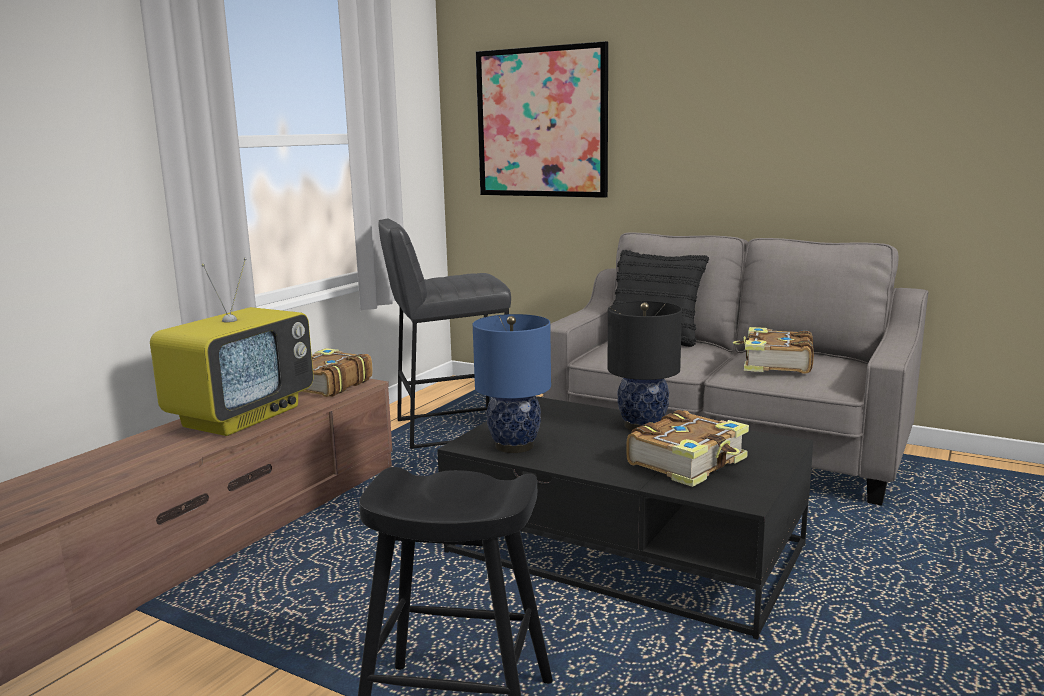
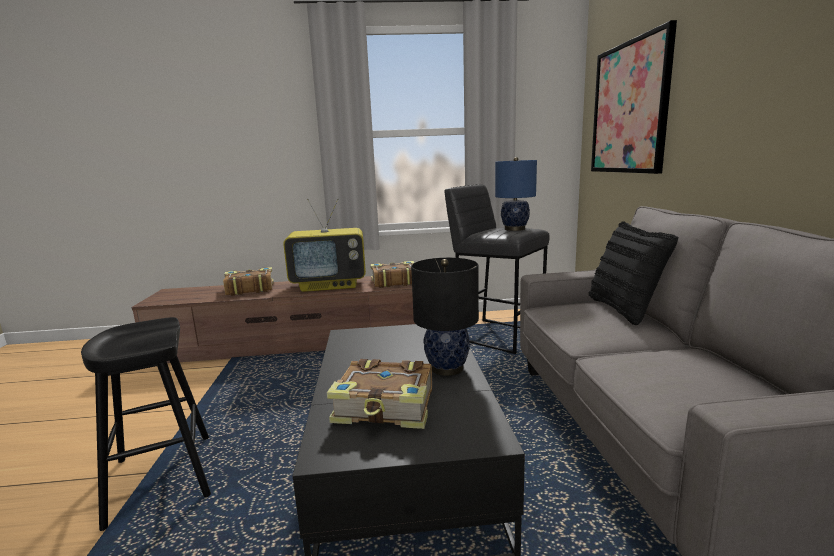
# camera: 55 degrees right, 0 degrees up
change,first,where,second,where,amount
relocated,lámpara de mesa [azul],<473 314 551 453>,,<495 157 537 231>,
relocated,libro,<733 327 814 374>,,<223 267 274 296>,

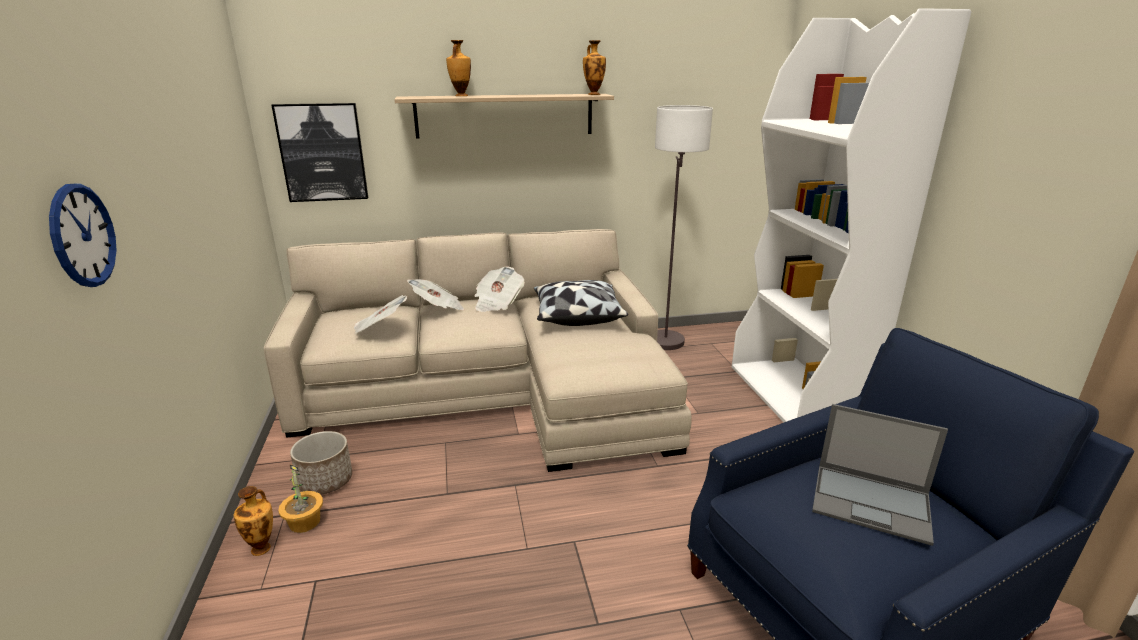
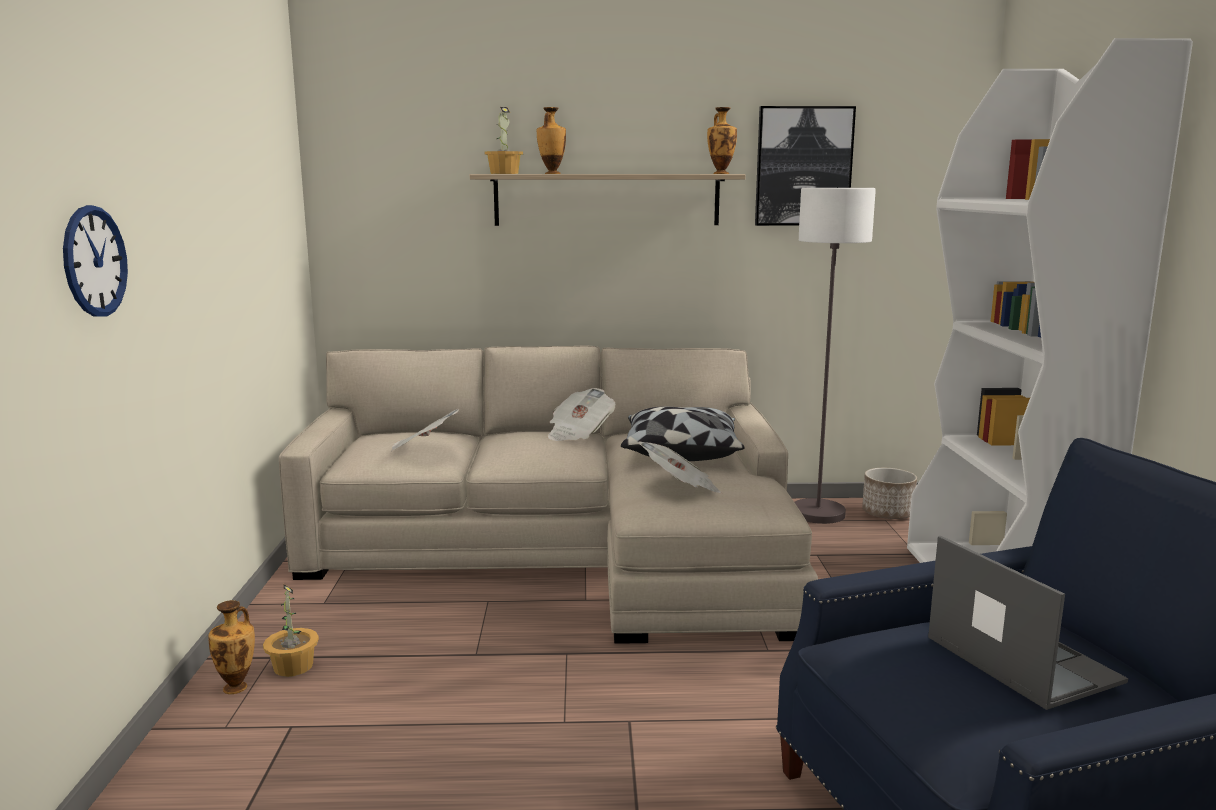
# camera: 10 degrees right, 10 degrees down
change,first,where,second,where,amount
relocated,cuadro,<272 103 368 202>,,<755 106 856 226>,
relocated,maceta,<290 431 352 495>,,<862 468 917 519>,
relocated,periódico,<407 279 464 310>,,<639 442 721 493>,
spun,portátil,<812 404 948 546>,,<928 536 1128 710>,150 degrees counterclockwise
appeared,,,planta en maceta,<484 107 523 174>,

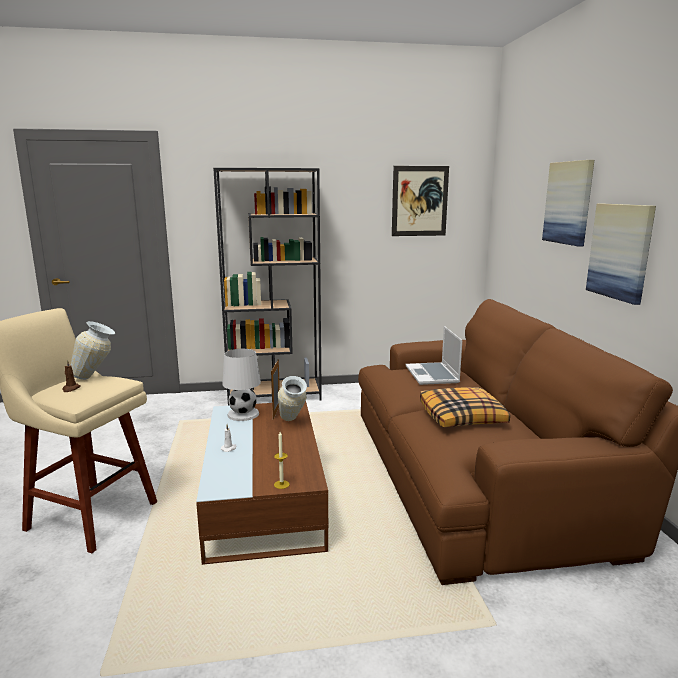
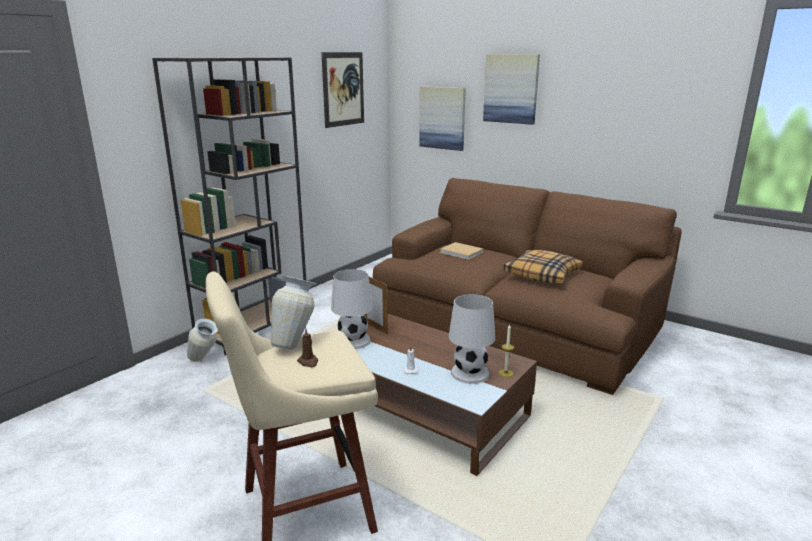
# camera: 45 degrees left, 5 degrees up
change,first,where,second,where,amount
relocated,florero,<278 376 307 421>,,<187 319 218 362>,
exchanged,portátil,<406 326 462 385>,libro [beis],<440 242 483 260>,
relocated,cuadro,<586 203 656 305>,,<419 86 466 151>,
appeared,,,lámpara de mesa [blanco],<449 294 495 384>,

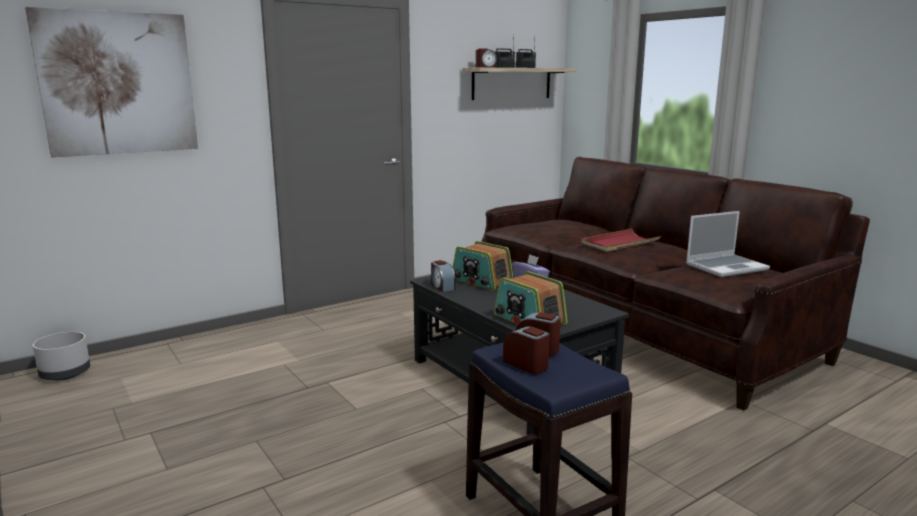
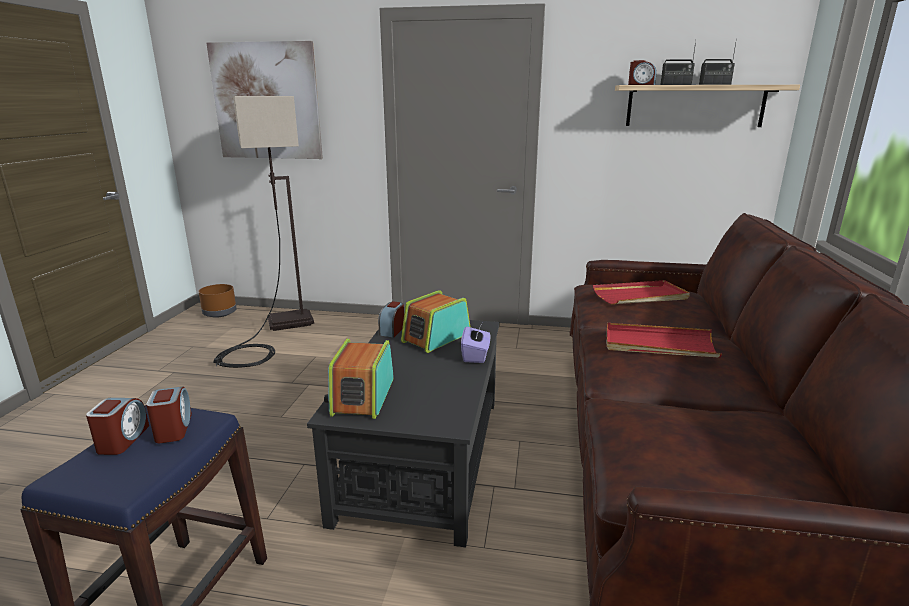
# camera: 45 degrees right, 5 degrees up
change,first,where,second,where,amount
colour,maceta [gris],<33 332 90 380>,maceta [marrón],<198 284 237 318>,
spun,radio,<453 241 514 290>,,<401 290 470 353>,45 degrees clockwise
missing,portátil,<686 211 770 277>,,,
appeared,,,lámpara de pie,<214 96 314 368>,
appeared,,,bandeja [rojo],<593 280 690 304>,

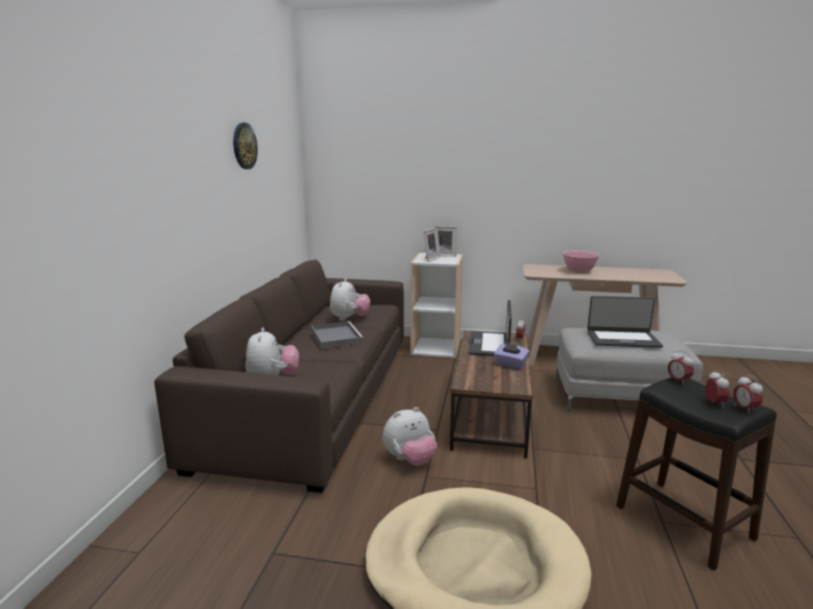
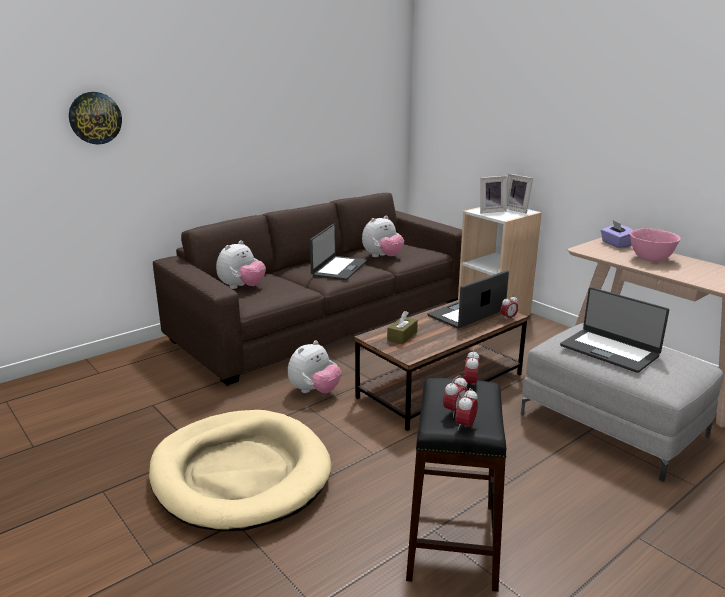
# camera: 40 degrees right, 5 degrees up
change,first,where,second,where,amount
relocated,reloj de pared,<233 123 258 169>,,<69 92 122 145>,
exchanged,bandeja [gris],<311 321 364 349>,portátil,<310 224 367 280>,
spun,peluche,<383 407 437 466>,,<288 341 342 393>,60 degrees counterclockwise
relocated,caja de pañuelos [morado],<494 343 529 370>,,<601 221 634 248>,
appeared,,,caja de pañuelos [marrón],<387 311 418 345>,

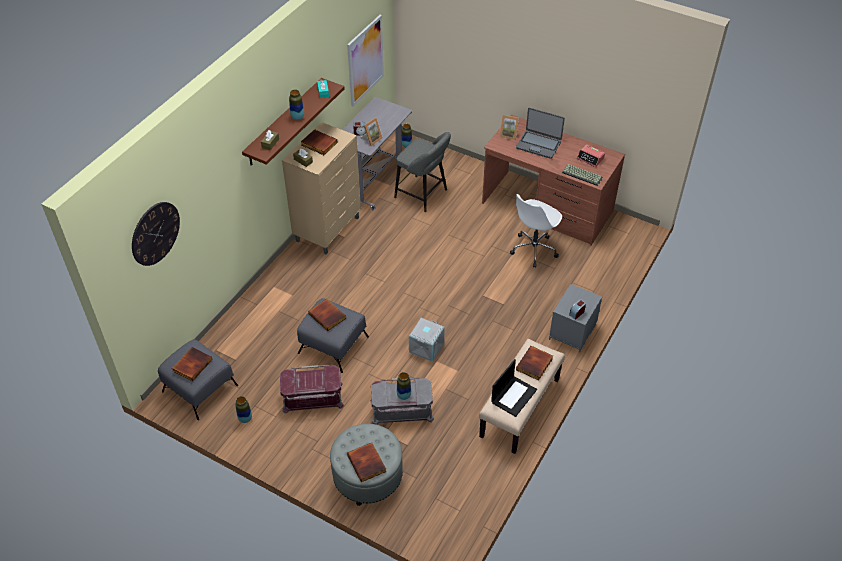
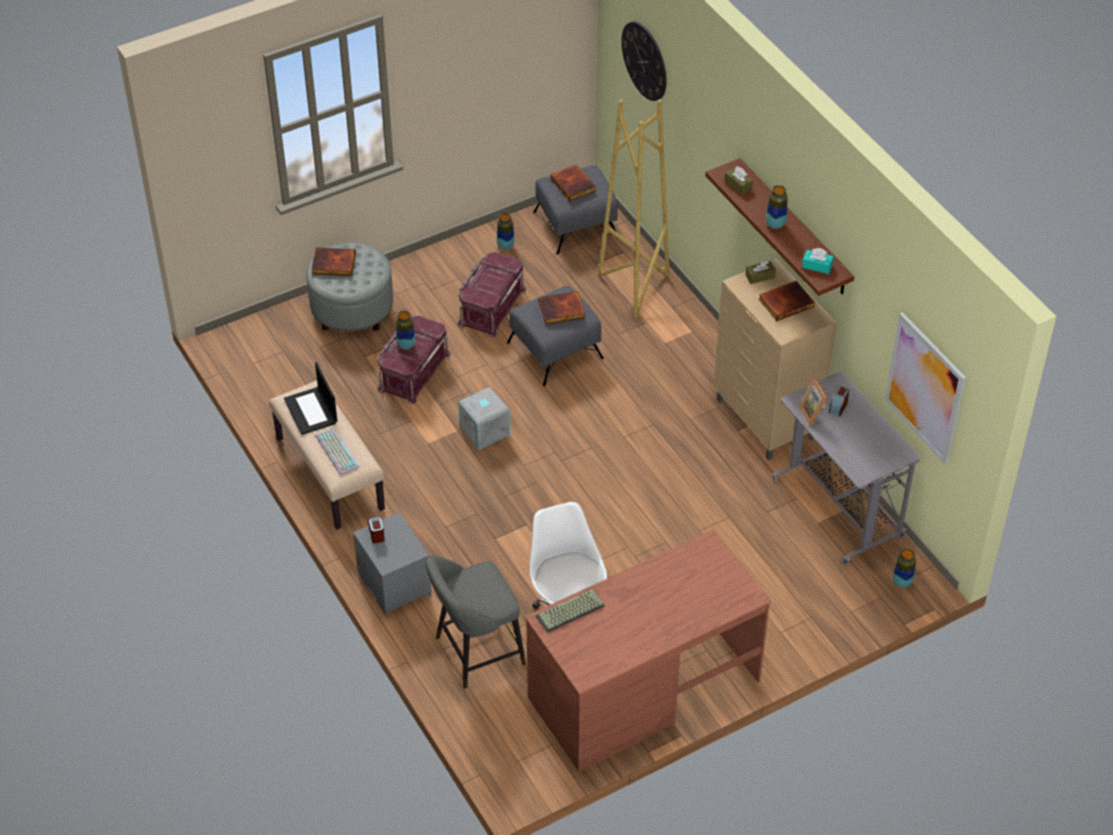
# camera: 120 degrees right, 0 degrees up
change,first,where,second,where,amount
colour,caja de almacenaje [gris],<370 377 434 425>,caja de almacenaje [rojo],<377 315 451 404>,
relocated,taburete [gris],<394 132 451 212>,,<425 556 526 688>,
missing,portarretratos,<500 115 519 140>,,,
missing,portátil,<516 108 565 159>,,,
exchanged,libro,<516 346 553 381>,teclado,<315 427 359 475>,
missing,despertador,<577 145 605 167>,,,
appeared,,,perchero [amarillo],<598 99 670 318>,

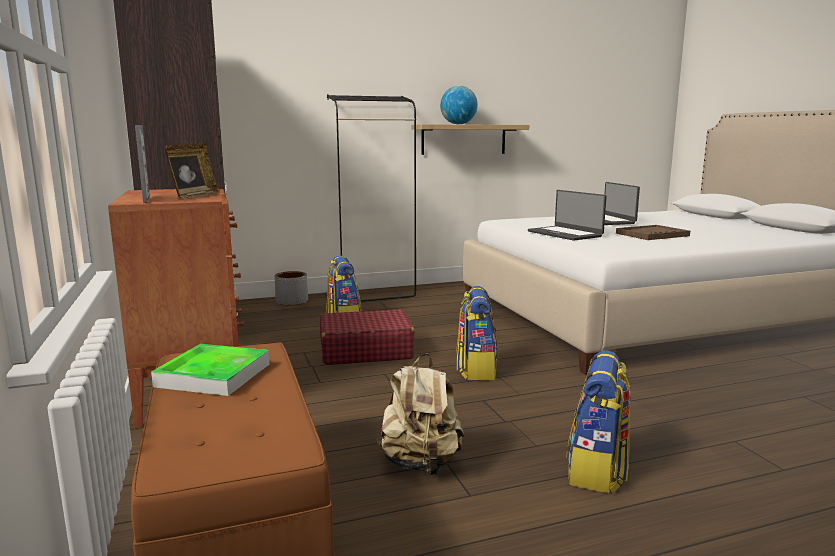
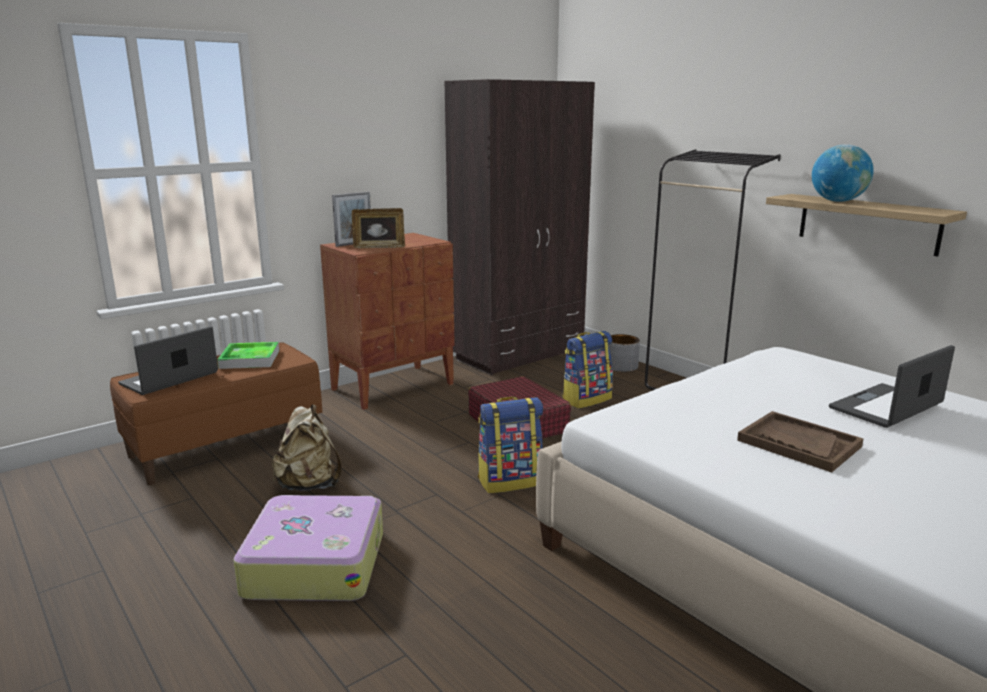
# camera: 70 degrees right, 5 degrees up
change,first,where,second,where,amount
relocated,portátil,<528 190 607 241>,,<118 326 218 395>,
exchanged,mochila,<566 351 631 493>,maleta,<233 495 383 601>,

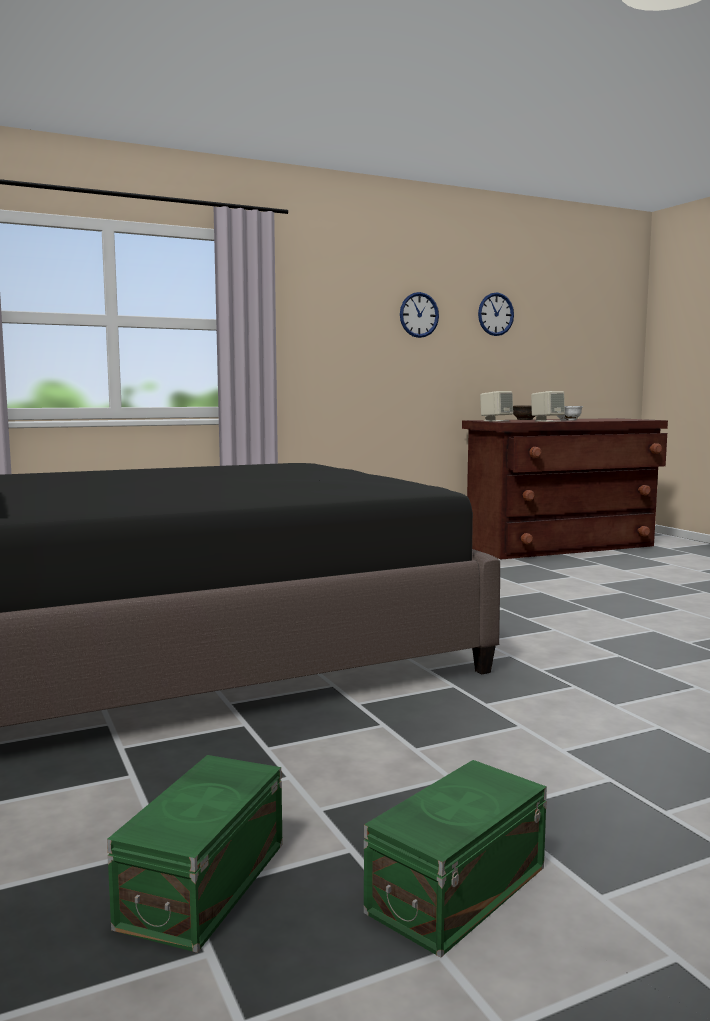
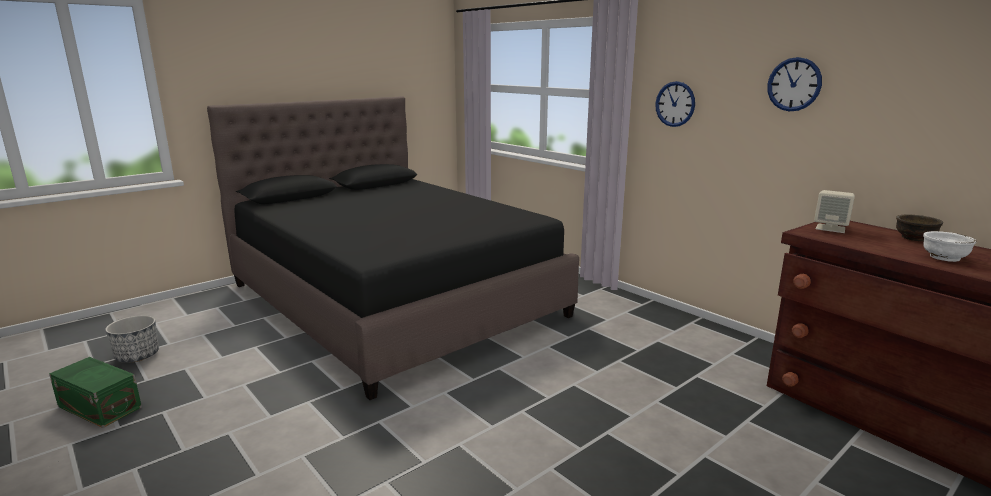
# camera: 75 degrees right, 10 degrees up
change,first,where,second,where,amount
exchanged,caja de almacenaje [verde],<107 755 282 953>,maceta,<105 315 159 363>,
relocated,reloj de pared,<478 292 514 336>,,<655 81 695 127>,
missing,altavoz [beis],<531 391 565 422>,,,

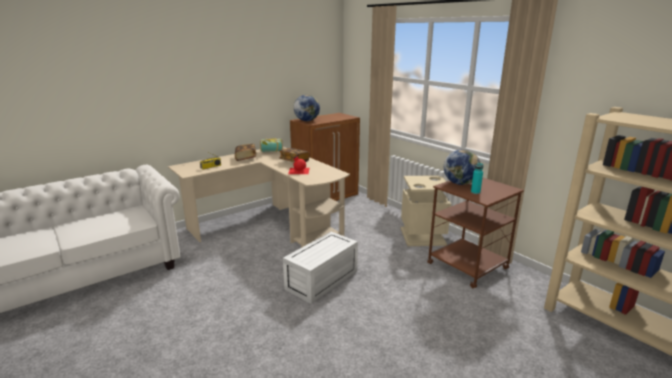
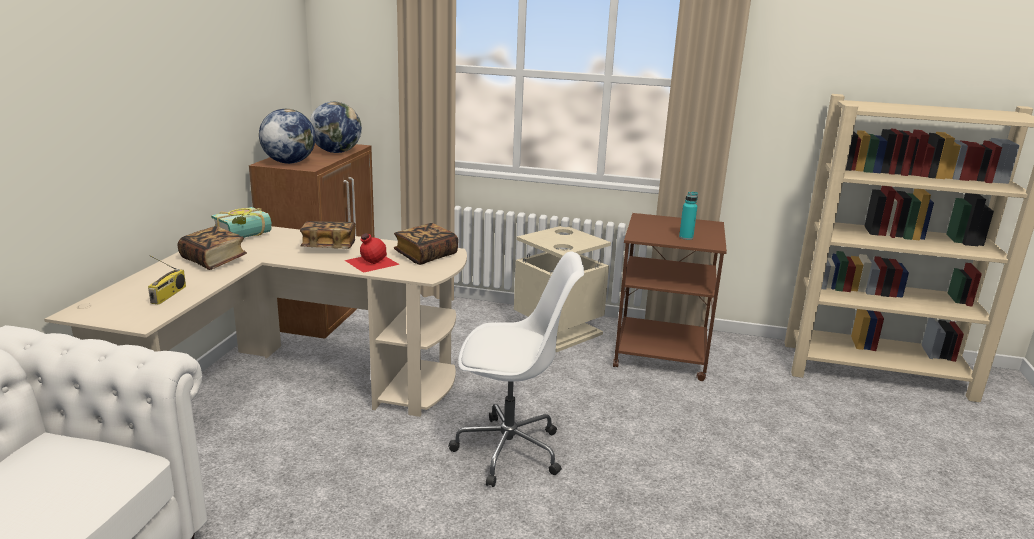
# camera: 40 degrees left, 0 degrees up
change,first,where,second,where,amount
exchanged,caja de almacenaje [blanco],<283 232 358 304>,silla de oficina [blanco],<448 251 584 487>,
relocated,globo terráqueo,<444 149 480 185>,,<310 102 362 153>,
appeared,,,libro,<394 223 458 265>,

